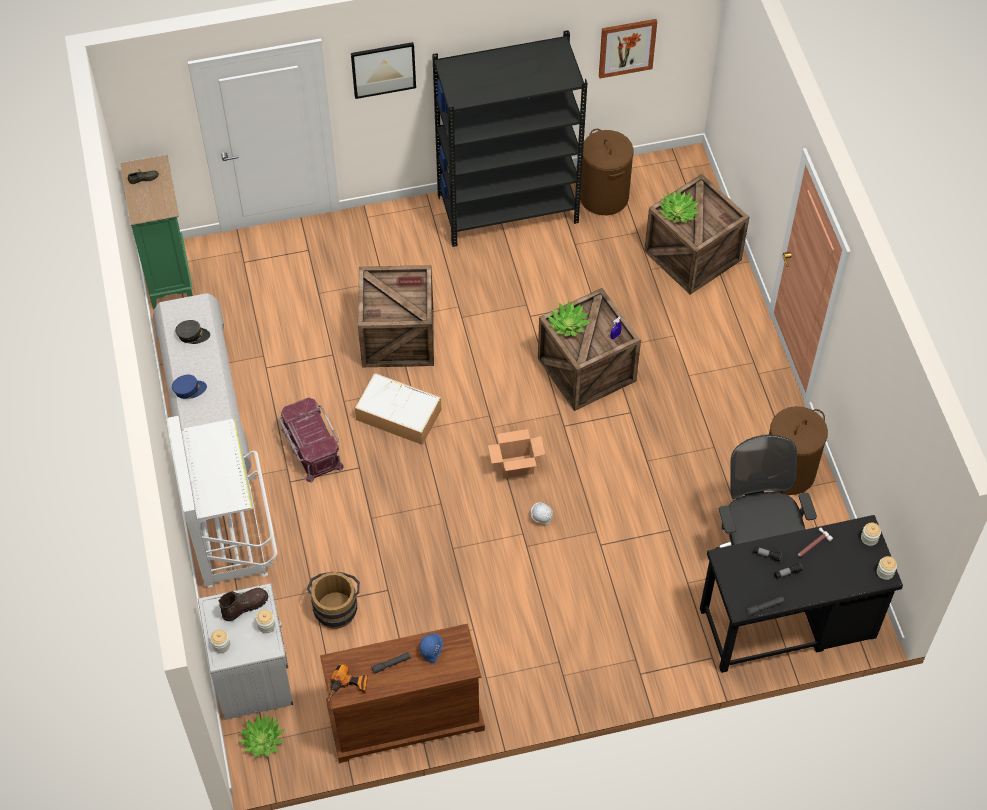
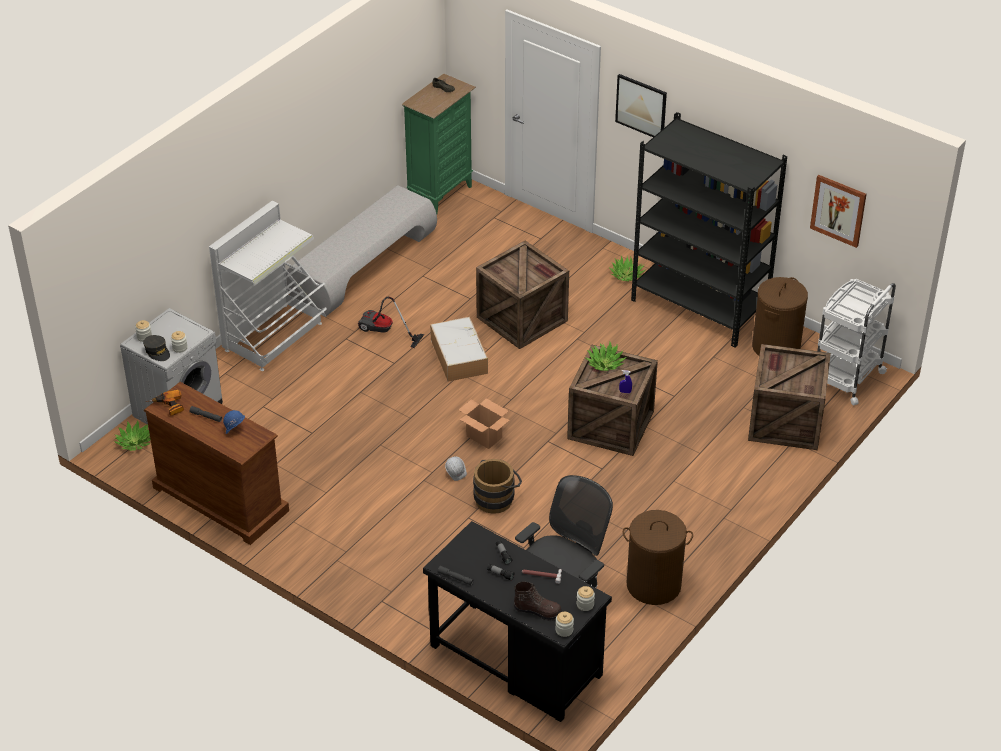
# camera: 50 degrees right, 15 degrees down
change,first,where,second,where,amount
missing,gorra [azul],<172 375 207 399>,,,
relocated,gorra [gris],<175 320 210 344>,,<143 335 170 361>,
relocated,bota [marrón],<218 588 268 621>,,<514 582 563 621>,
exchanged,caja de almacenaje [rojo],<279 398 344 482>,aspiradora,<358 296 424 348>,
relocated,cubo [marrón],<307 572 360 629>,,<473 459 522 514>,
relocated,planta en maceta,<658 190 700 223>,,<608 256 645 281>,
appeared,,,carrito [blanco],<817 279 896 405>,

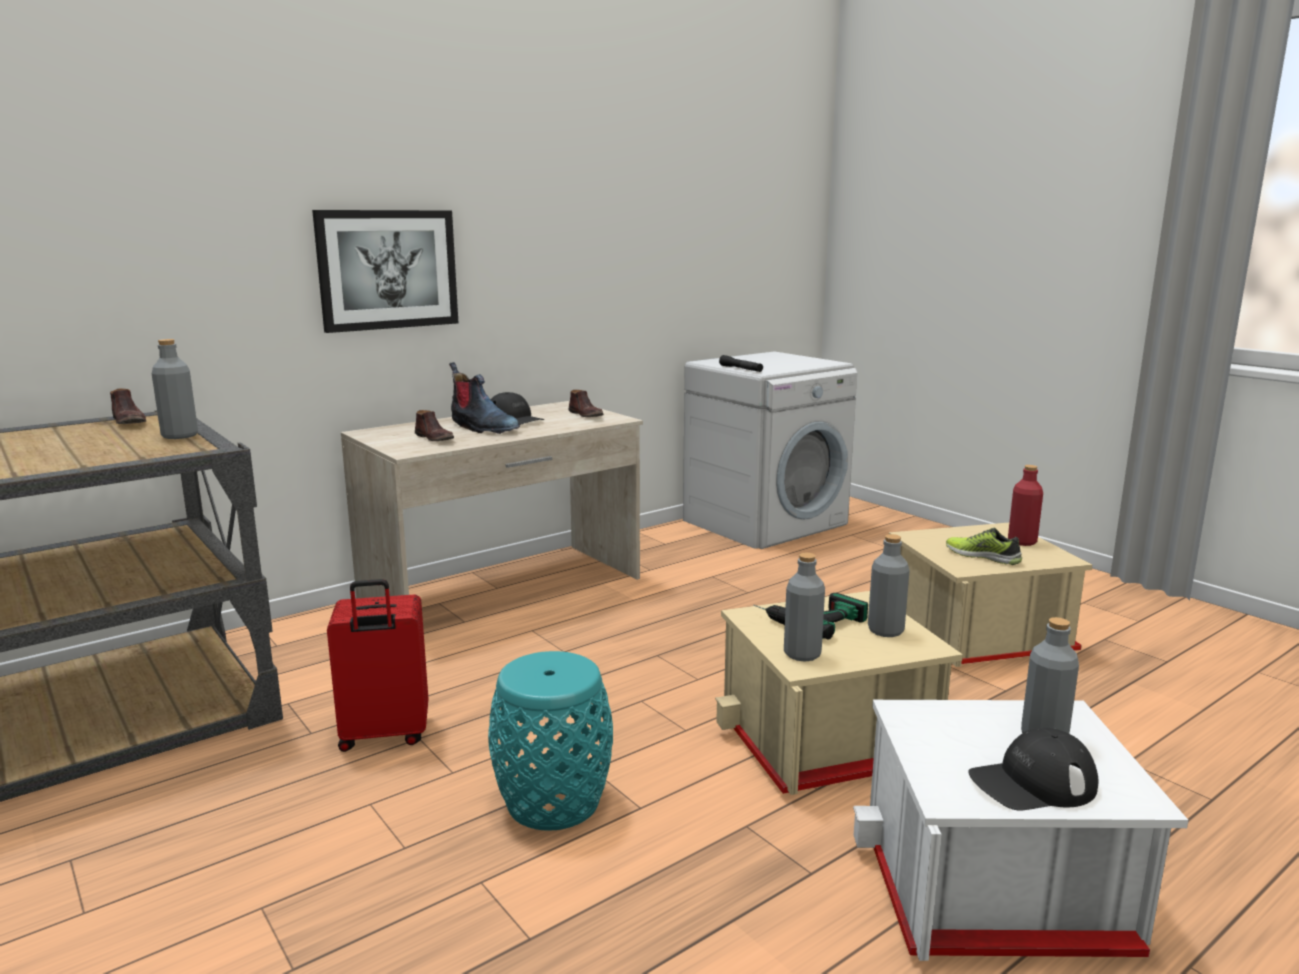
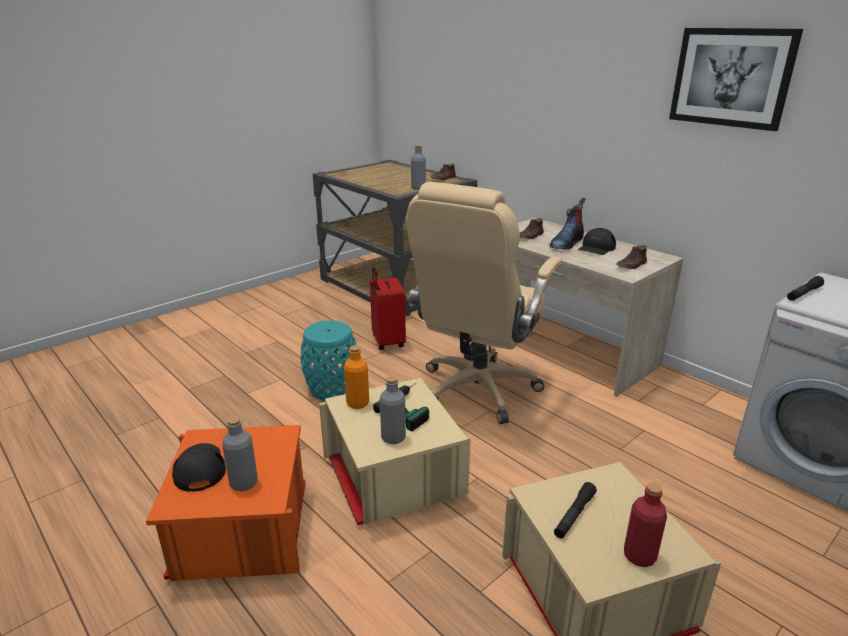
# camera: 85 degrees right, 10 degrees up
change,first,where,second,where,amount
relocated,cuadro,<312 210 458 333>,,<669 28 803 131>,
colour,botella [gris],<784 553 825 662>,botella [naranja],<344 345 369 409>,
colour,caja de almacenaje [blanco],<853 700 1189 961>,caja de almacenaje [naranja],<146 425 305 581>,
exchanged,zapato,<946 528 1022 565>,linterna [negro],<554 482 597 539>,
appeared,,,silla de oficina [beis],<407 182 562 424>,

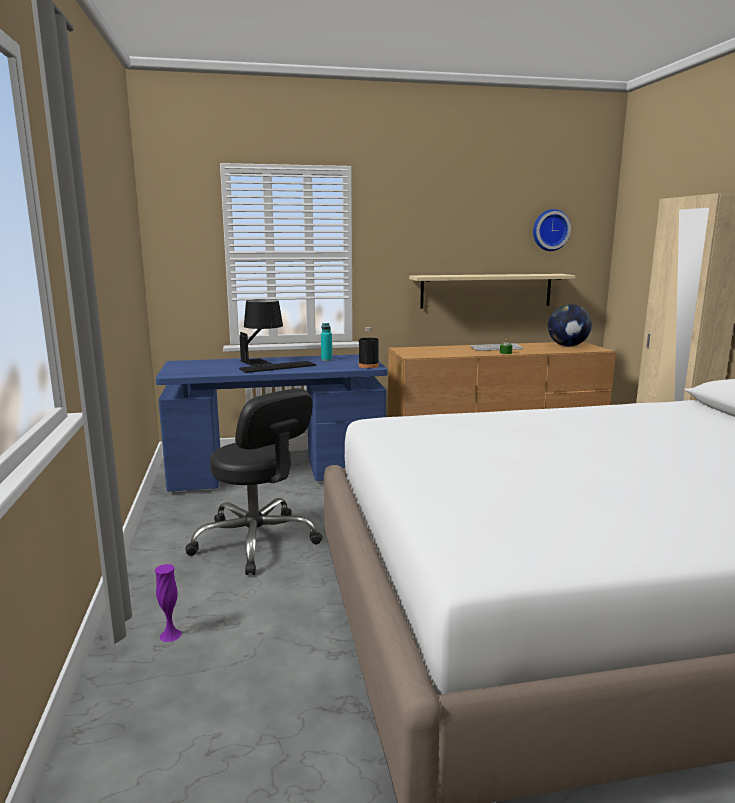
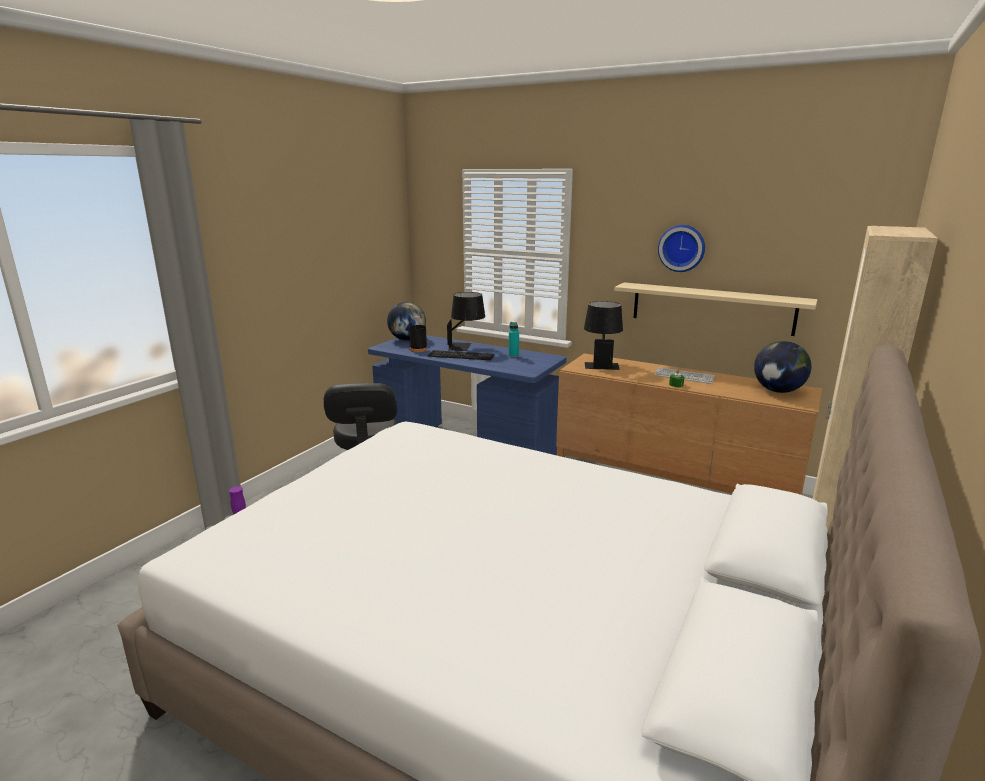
# camera: 40 degrees right, 5 degrees up
change,first,where,second,where,amount
relocated,botella [negro],<359 327 379 368>,,<409 316 427 352>,
relocated,reloj de pared,<533 209 571 251>,,<658 225 705 272>,
appeared,,,globo terráqueo,<387 302 426 340>,
appeared,,,lámpara de mesa [negro],<584 301 623 370>,

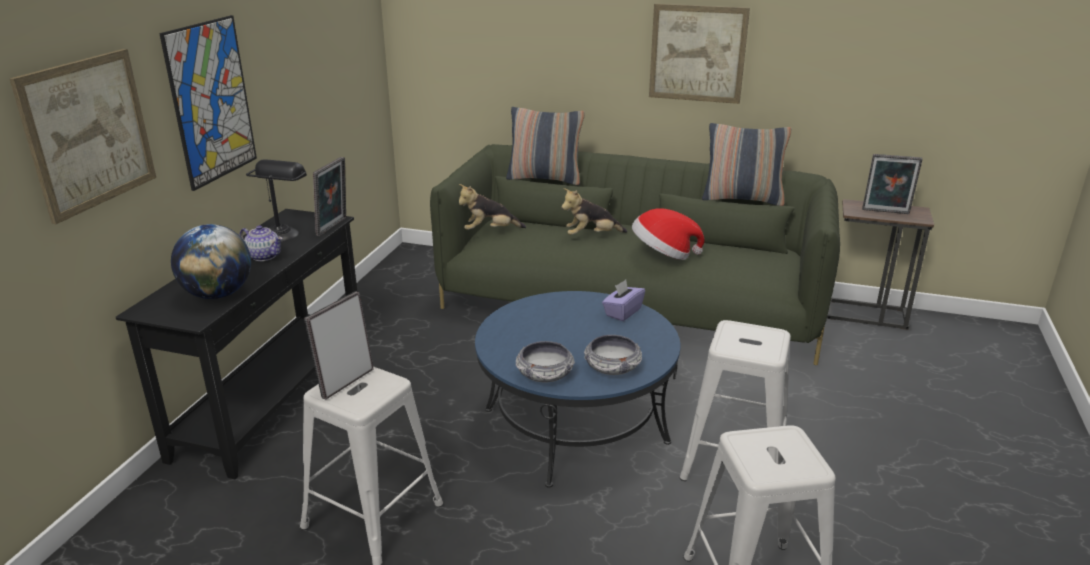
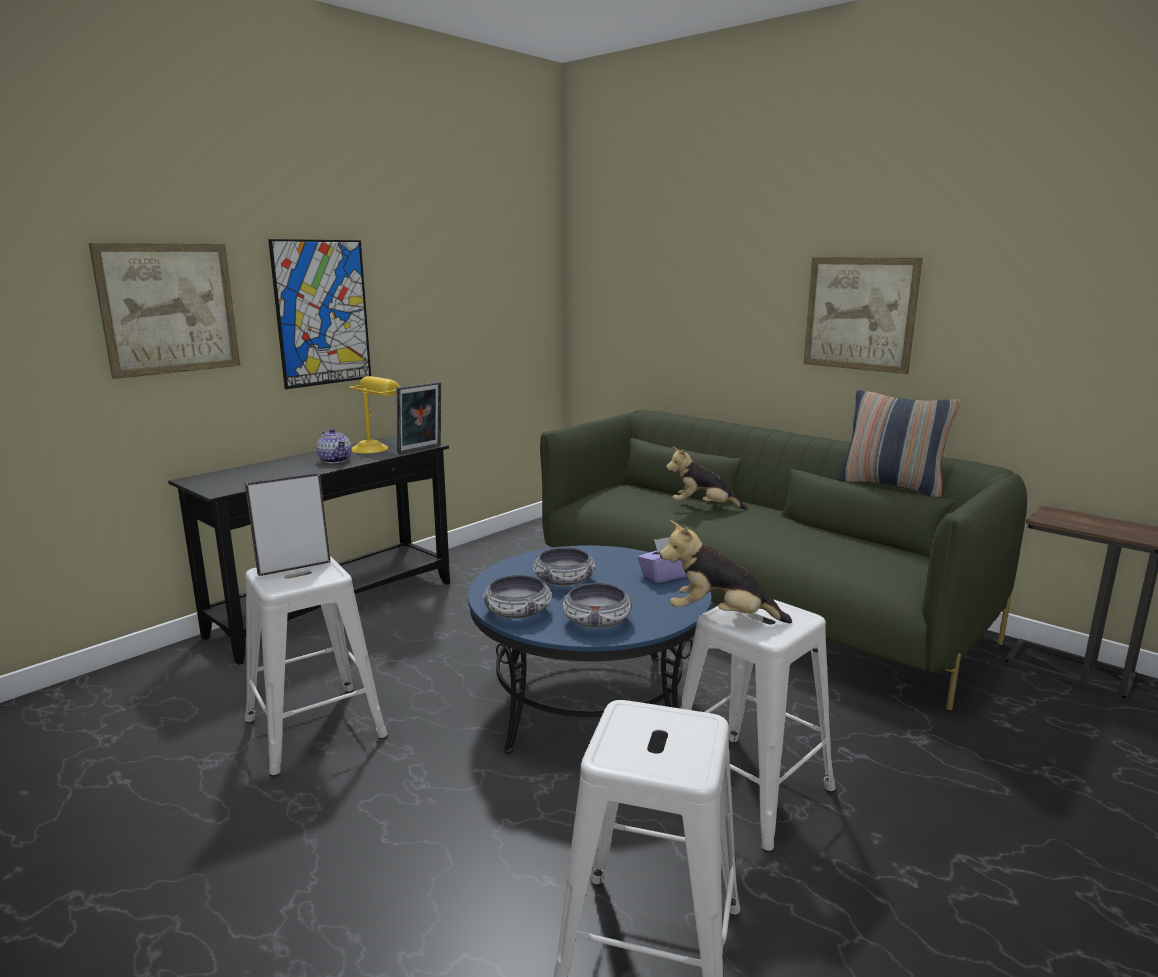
# camera: 25 degrees right, 10 degrees down
change,first,where,second,where,amount
missing,globo terráqueo,<171 224 251 299>,,,
colour,lámpara de mesa [negro],<246 160 307 242>,lámpara de mesa [amarillo],<349 376 400 453>,
relocated,peluche,<459 184 526 230>,,<660 521 792 623>,
missing,cojín,<506 107 585 185>,,,
missing,sombrero,<632 209 704 260>,,,
missing,portarretratos,<862 154 923 214>,,,
appeared,,,cuenco,<533 547 596 586>,

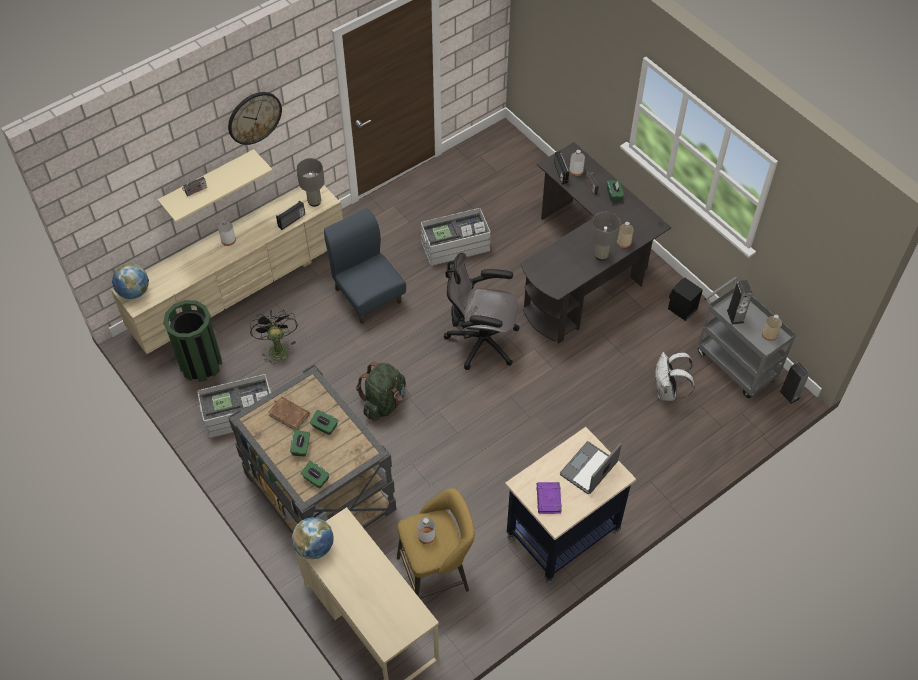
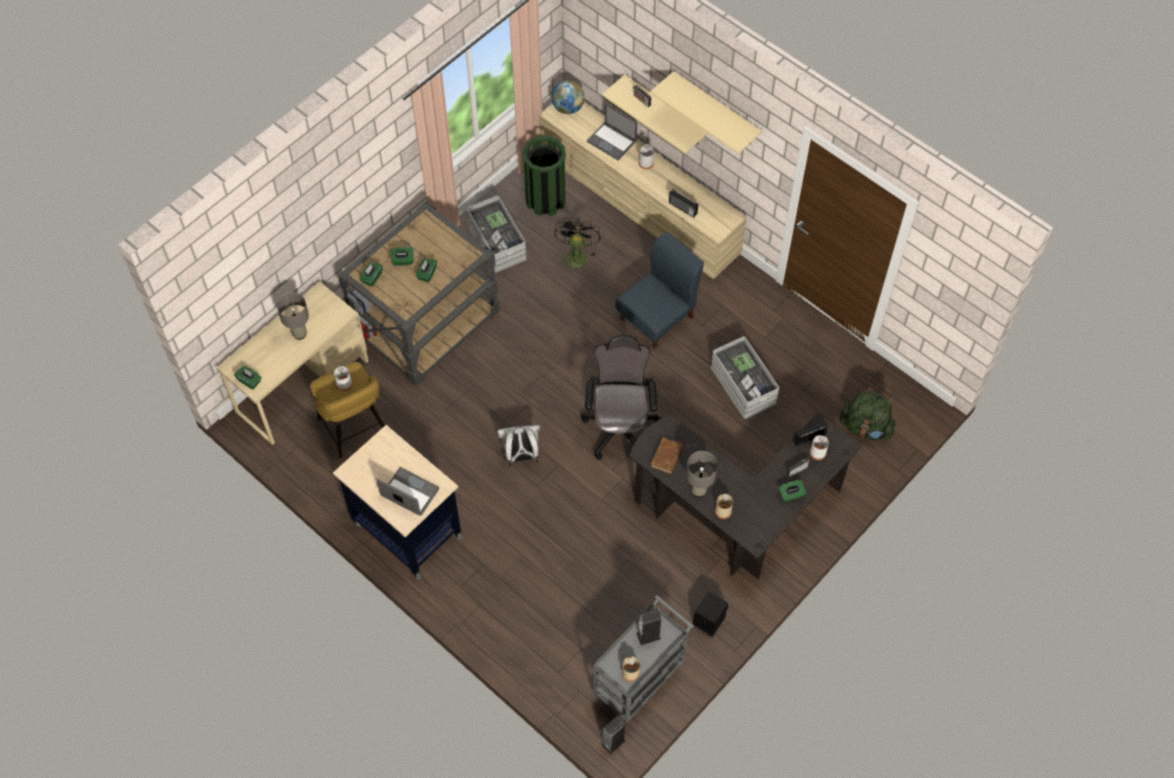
# camera: 80 degrees right, 5 degrees up
change,first,where,second,where,amount
exchanged,reloj de pared,<228 92 282 145>,estante [beis],<650 71 762 154>,
spun,ventilador [negro],<250 311 297 367>,,<554 219 601 272>,60 degrees counterclockwise
relocated,libro [marrón],<268 396 310 430>,,<651 437 684 474>,
missing,globo terráqueo,<292 517 334 559>,,,
relocated,lámpara de mesa [gris],<297 158 325 207>,,<277 292 309 340>,
relocated,mochila [verde],<356 362 406 421>,,<839 387 896 440>,
missing,libro [morado],<536 482 562 514>,,,
relocated,mochila [blanco],<655 352 695 401>,,<497 425 540 467>,
appeared,,,caja de pañuelos [verde],<234 366 262 390>,
appeared,,,portátil,<587 104 637 160>,

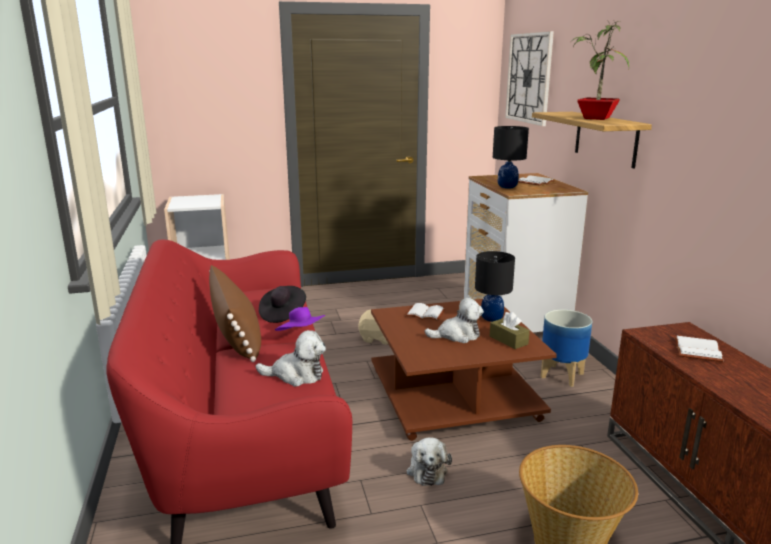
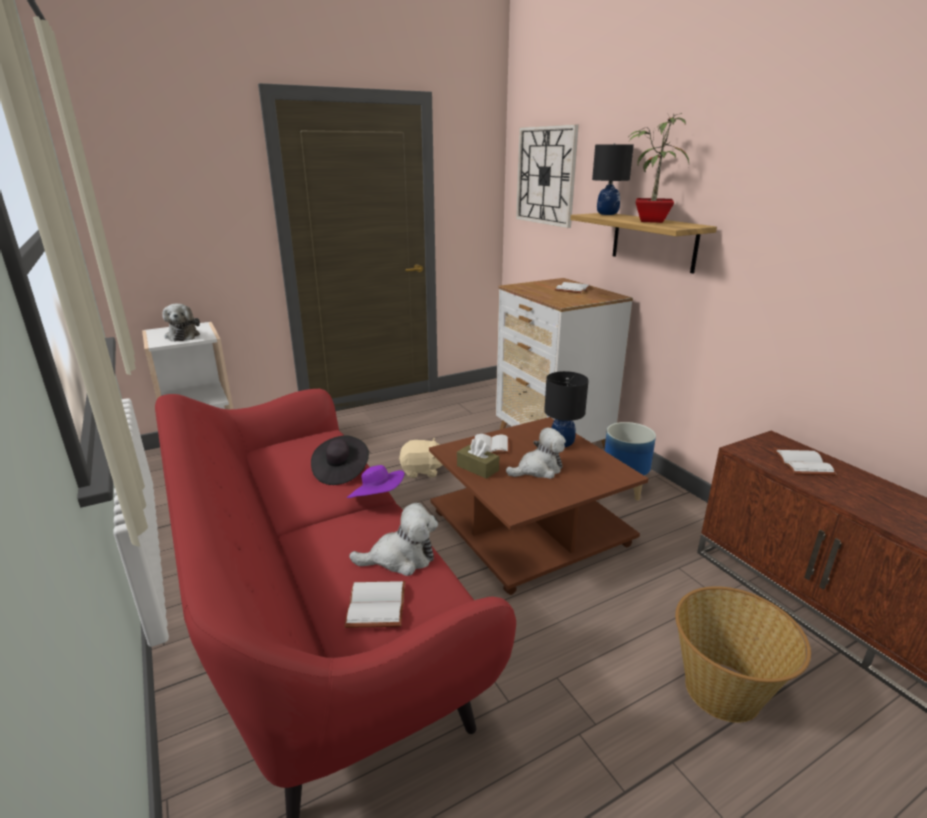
# camera: 15 degrees left, 5 degrees up
change,first,where,second,where,amount
missing,cojín [marrón],<209 265 261 362>,,,
relocated,peluche,<406 438 452 486>,,<162 304 200 342>,
relocated,caja de pañuelos [marrón],<490 312 530 349>,,<457 438 499 479>,
relocated,lámpara de mesa [negro],<493 126 529 188>,,<592 143 634 215>,
appeared,,,libro [blanco],<344 581 405 628>,

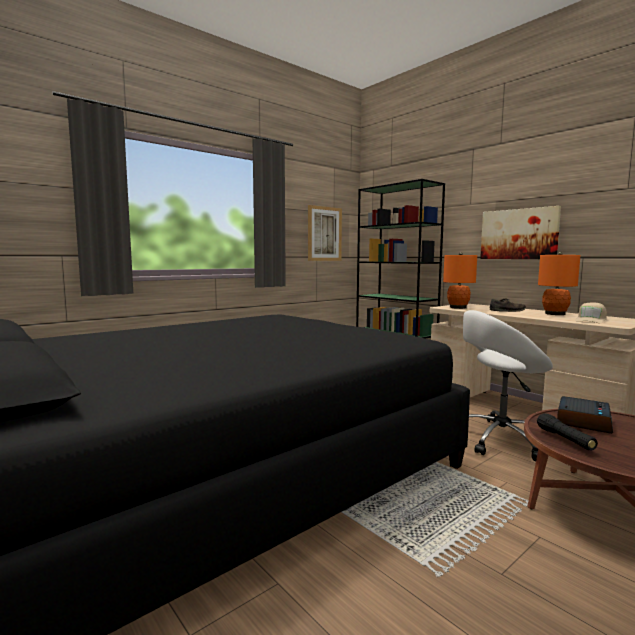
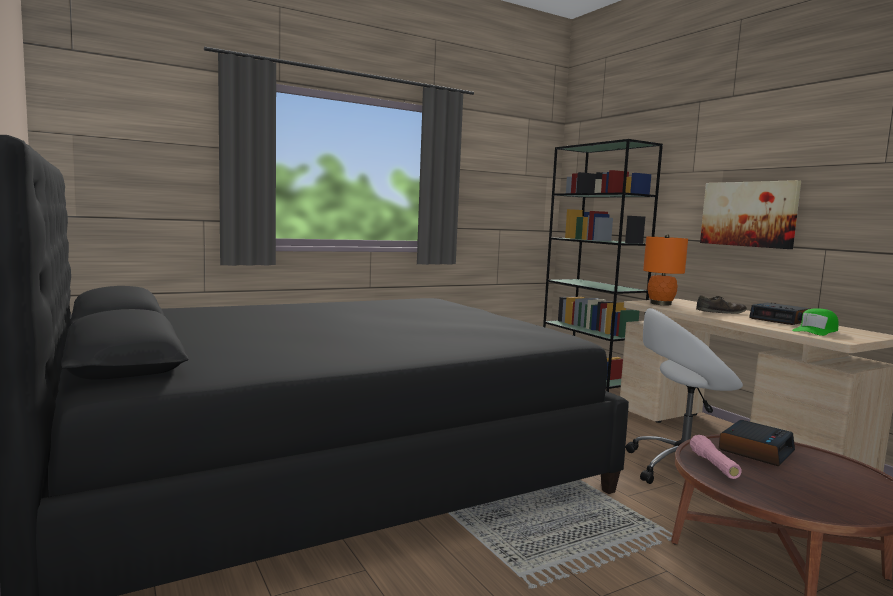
# camera: 10 degrees right, 0 degrees up
change,first,where,second,where,amount
missing,cuadro,<308 205 342 261>,,,
colour,linterna [negro],<537 413 598 450>,linterna [rosa],<690 435 742 479>,
exchanged,lámpara de mesa [naranja],<538 252 580 315>,despertador,<749 303 811 325>,
colour,gorra [beis],<575 303 607 323>,gorra [verde],<792 308 839 336>,

